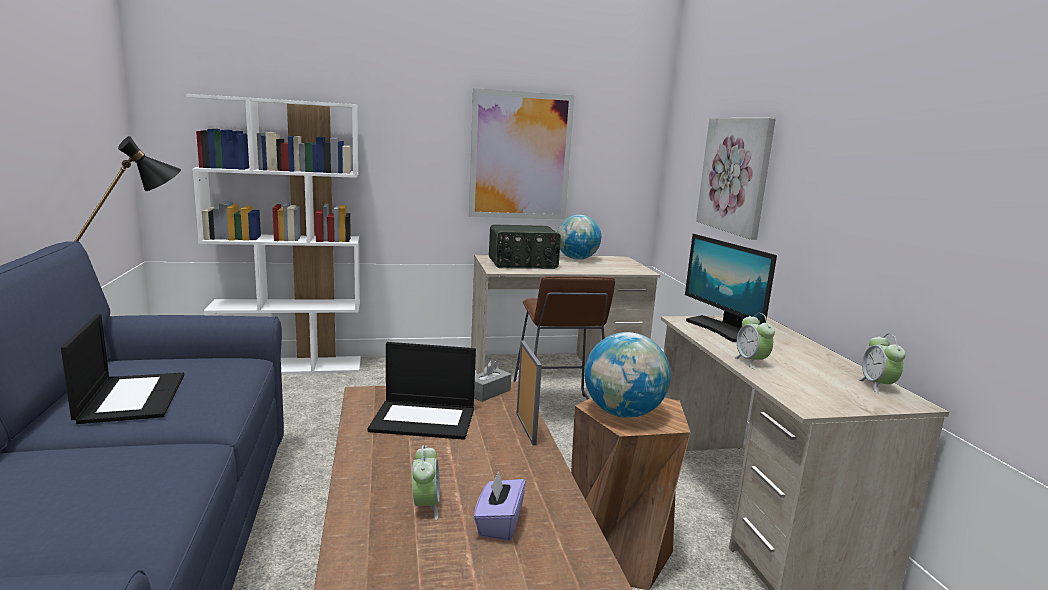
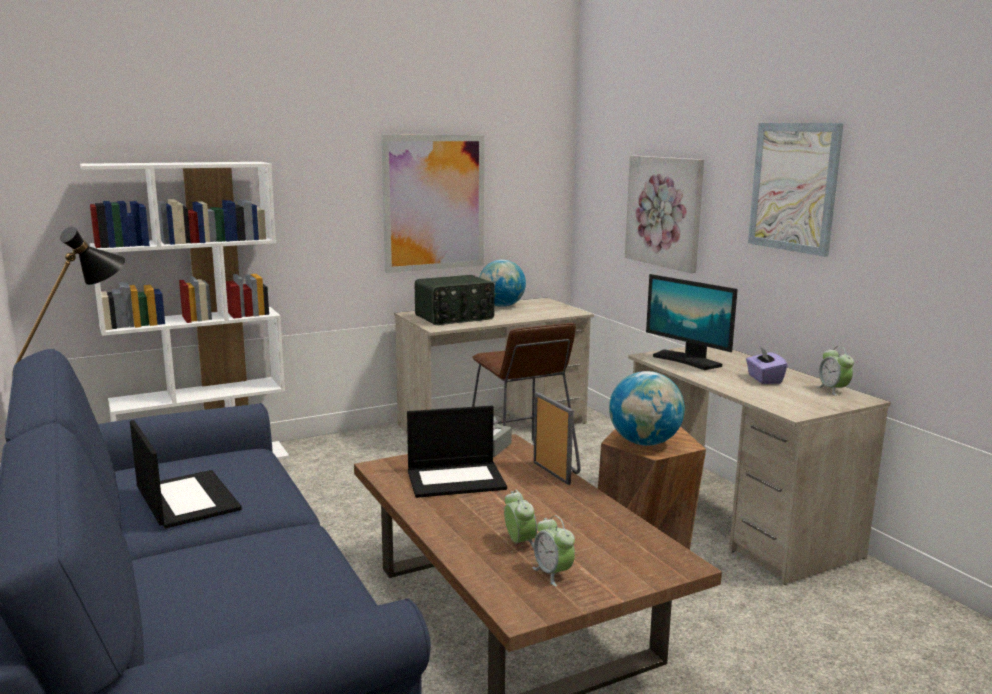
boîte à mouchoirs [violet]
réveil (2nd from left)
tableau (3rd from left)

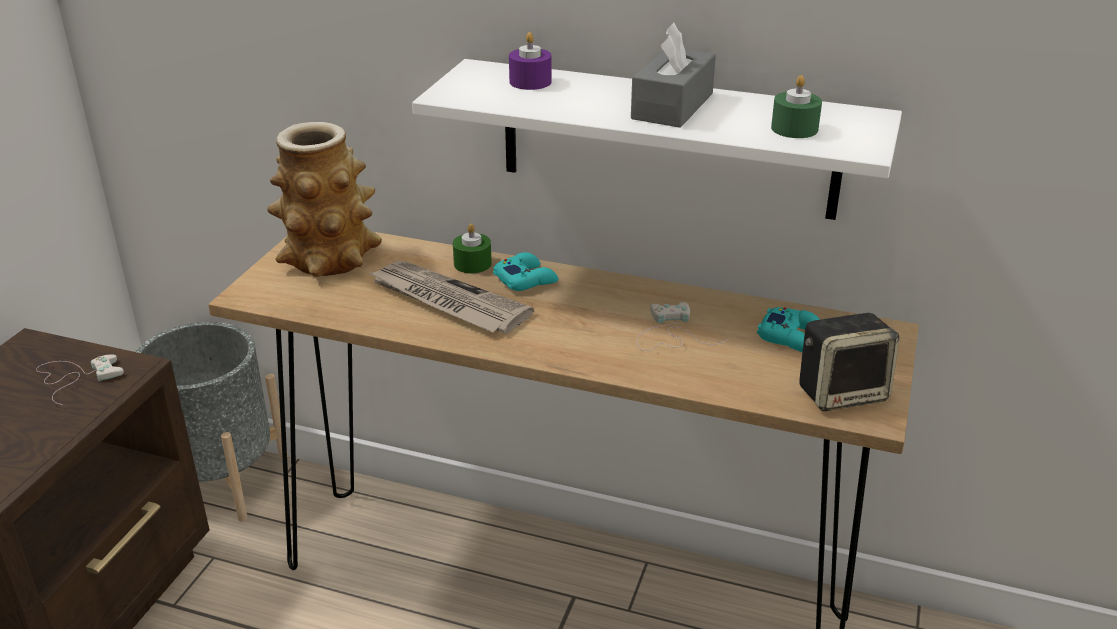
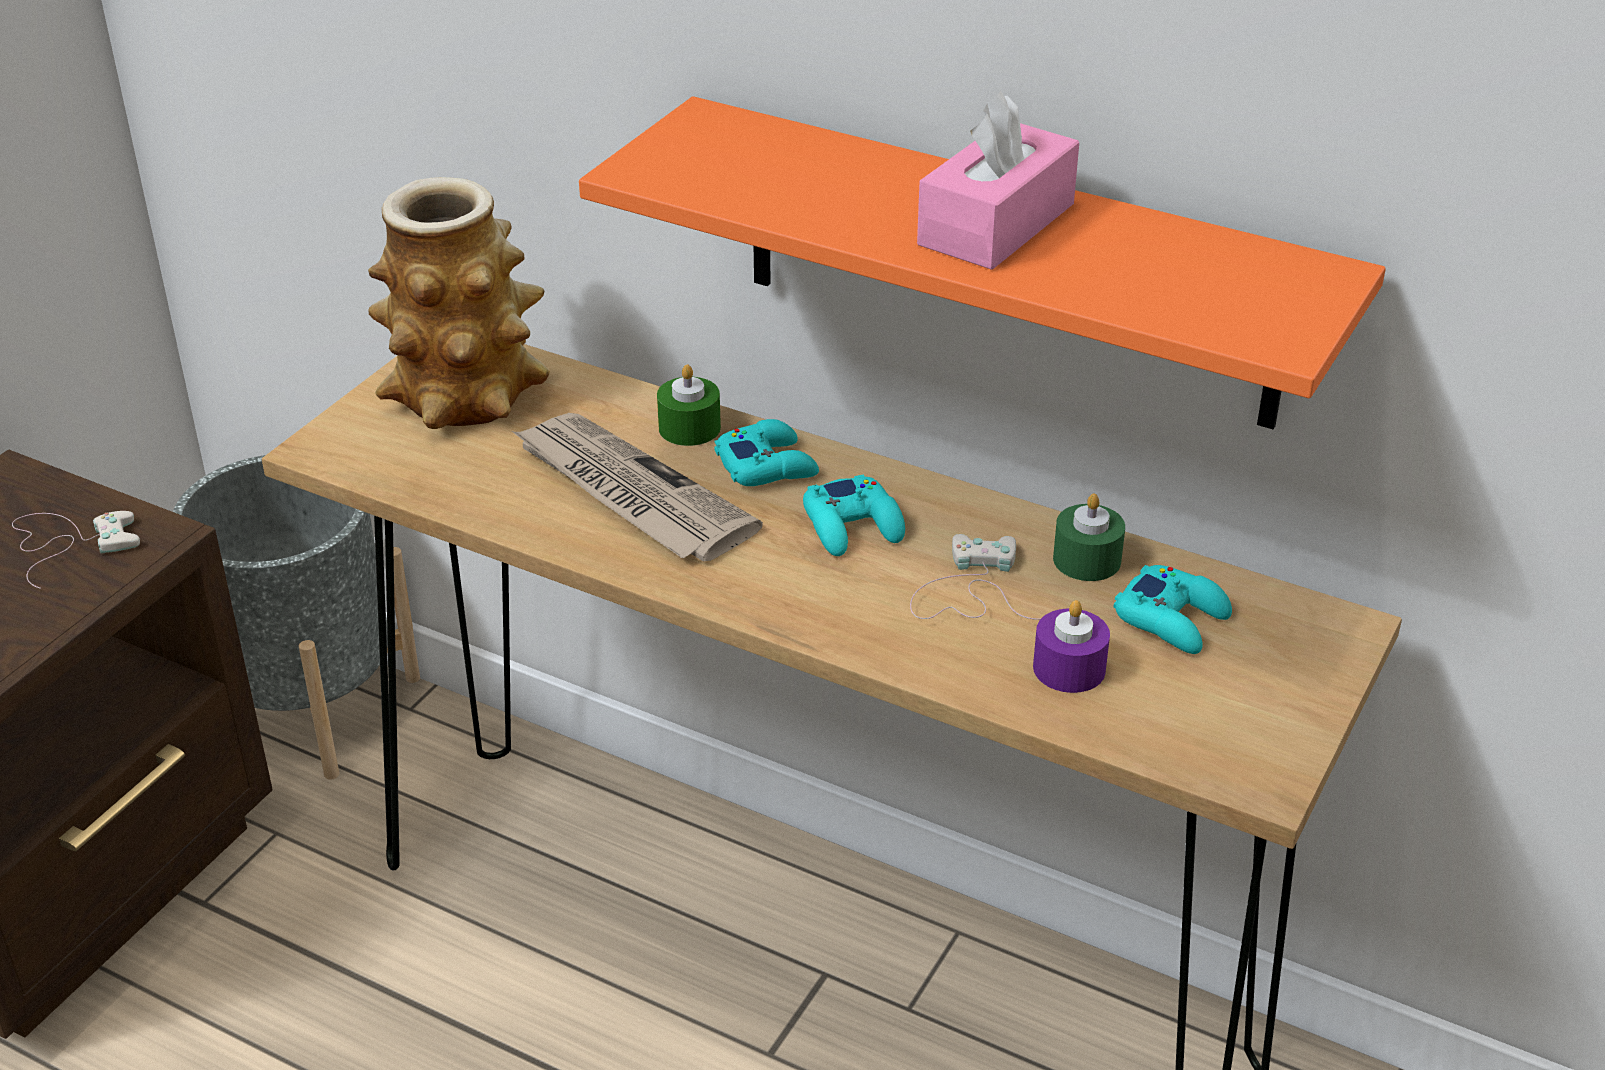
étagère [orange]
bougie [violet]
boîte à mouchoirs [rose]
bougie [vert] (2nd from left)
enceinte
manette [turquoise] (2nd from left)

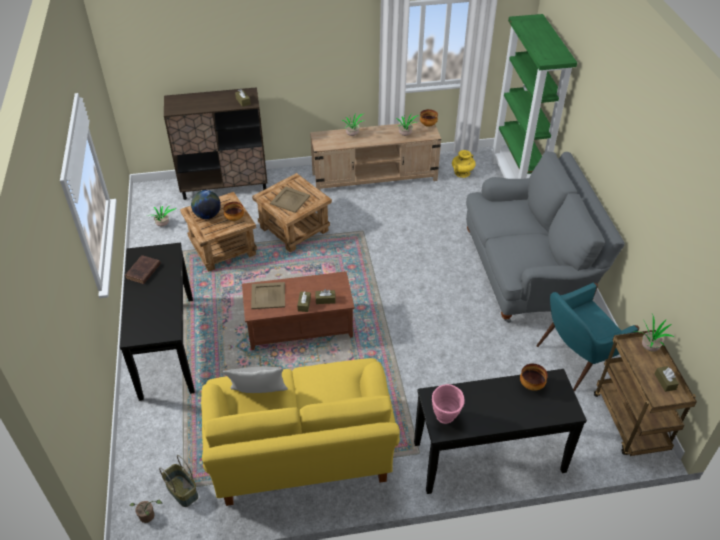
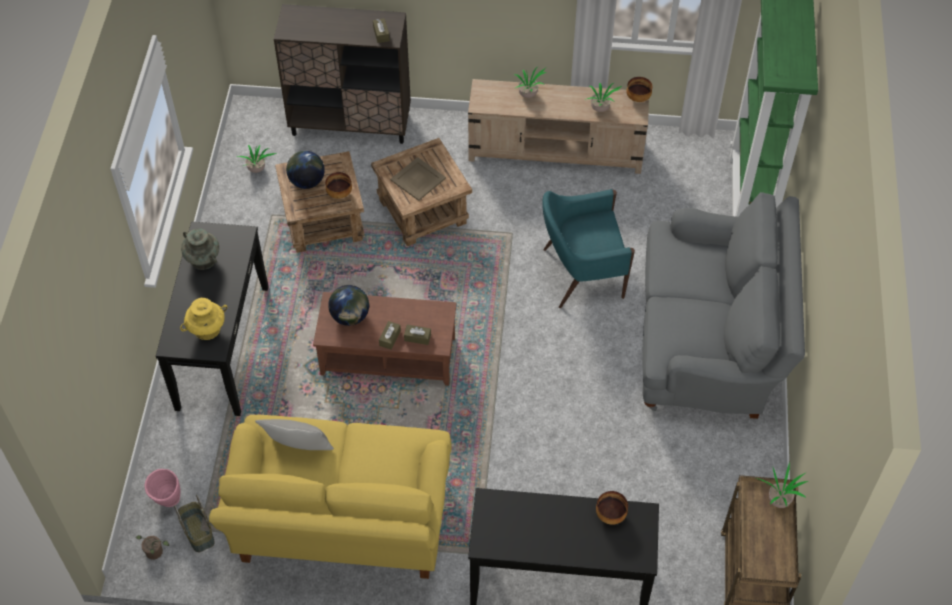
vase [turquoise]
globe (2nd from left)
vase [rose]
vase [jaune]
fauteuil [turquoise]
boîte à mouchoirs [marron] (4th from left in the first image)

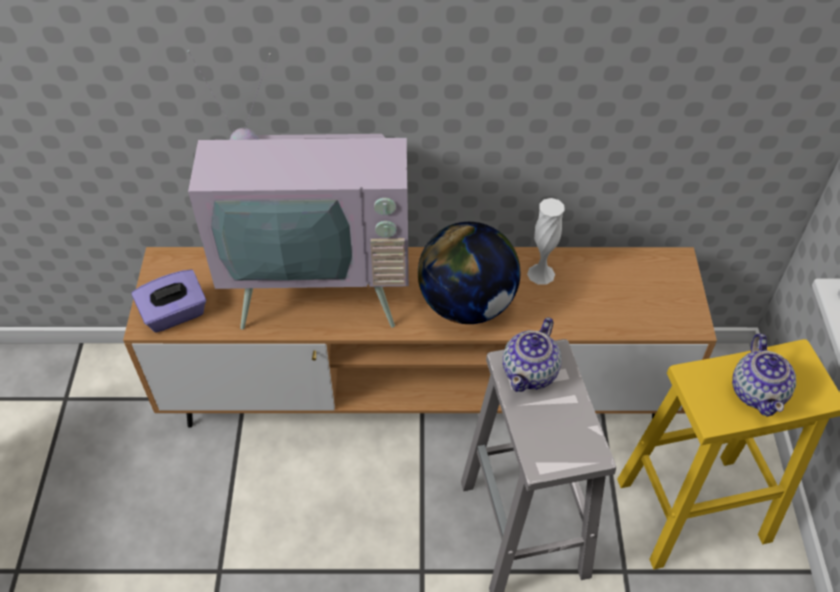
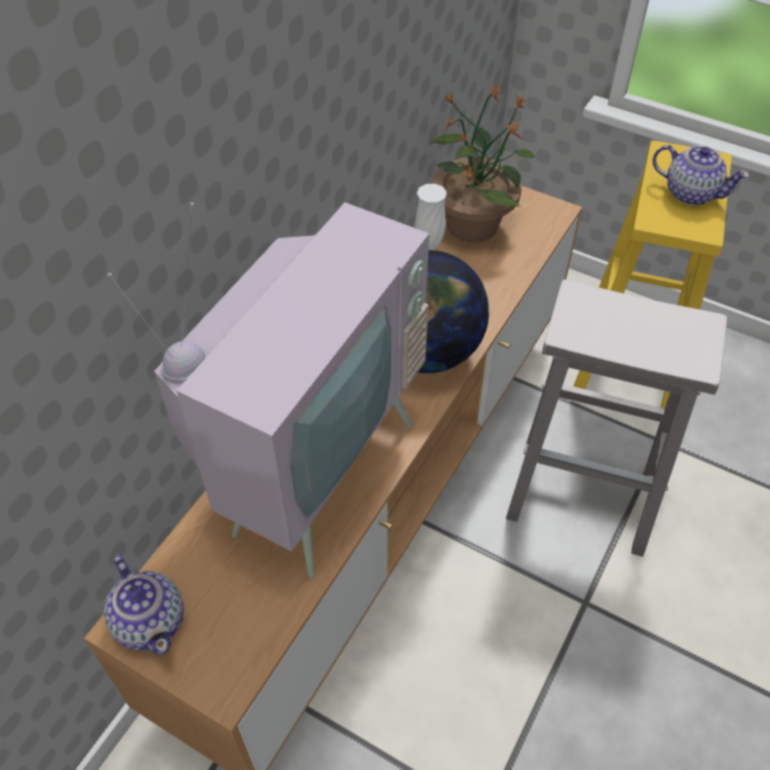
boîte à mouchoirs [violet]
théière (1st from left)
plante en pot

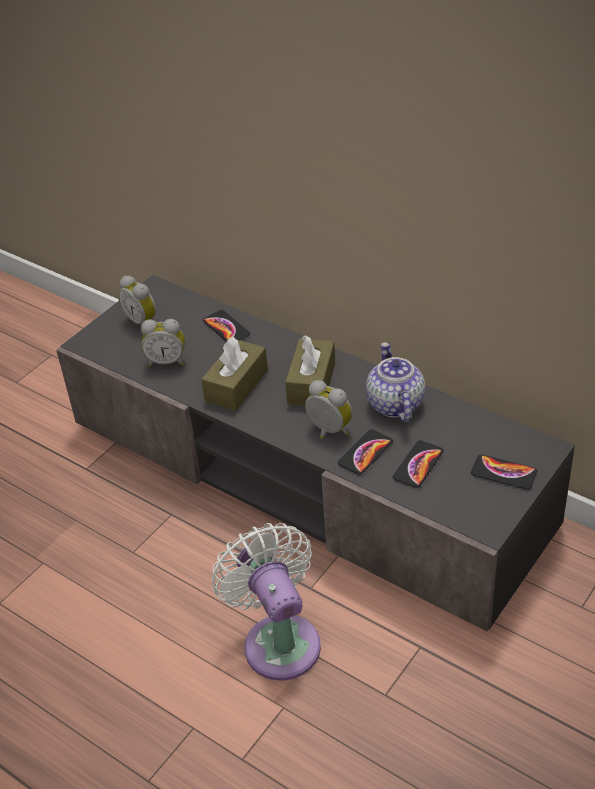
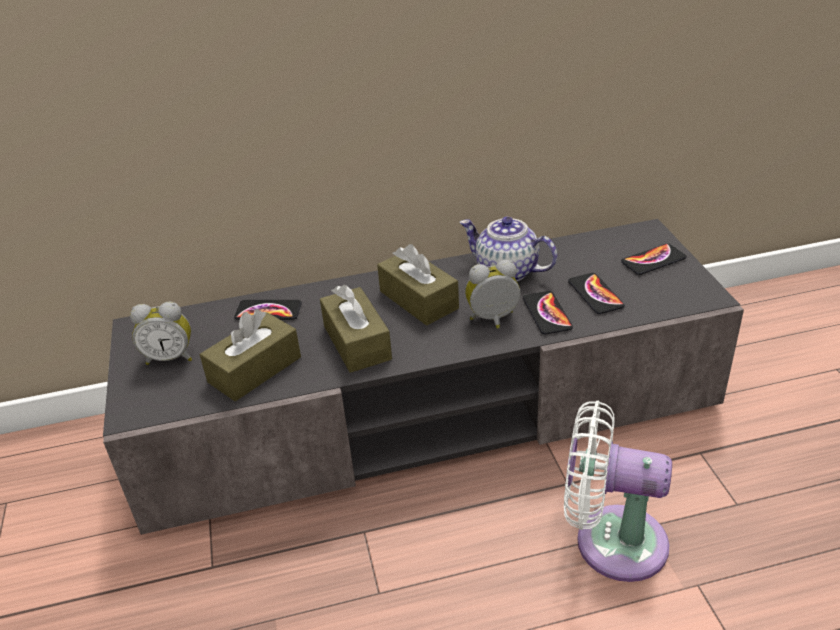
boîte à mouchoirs [marron] (1st from left)

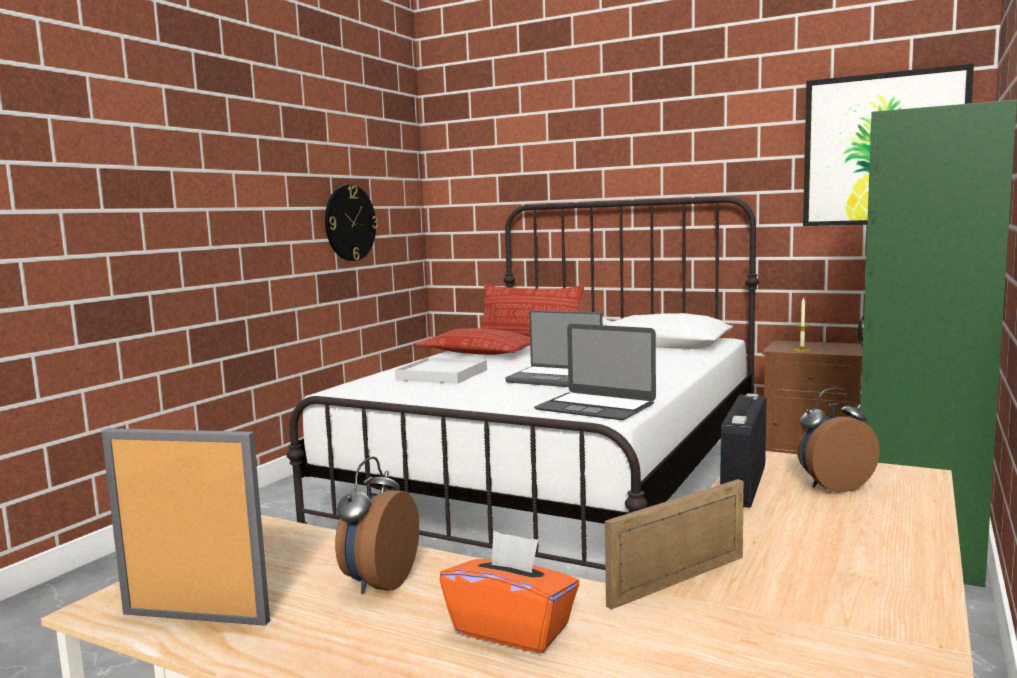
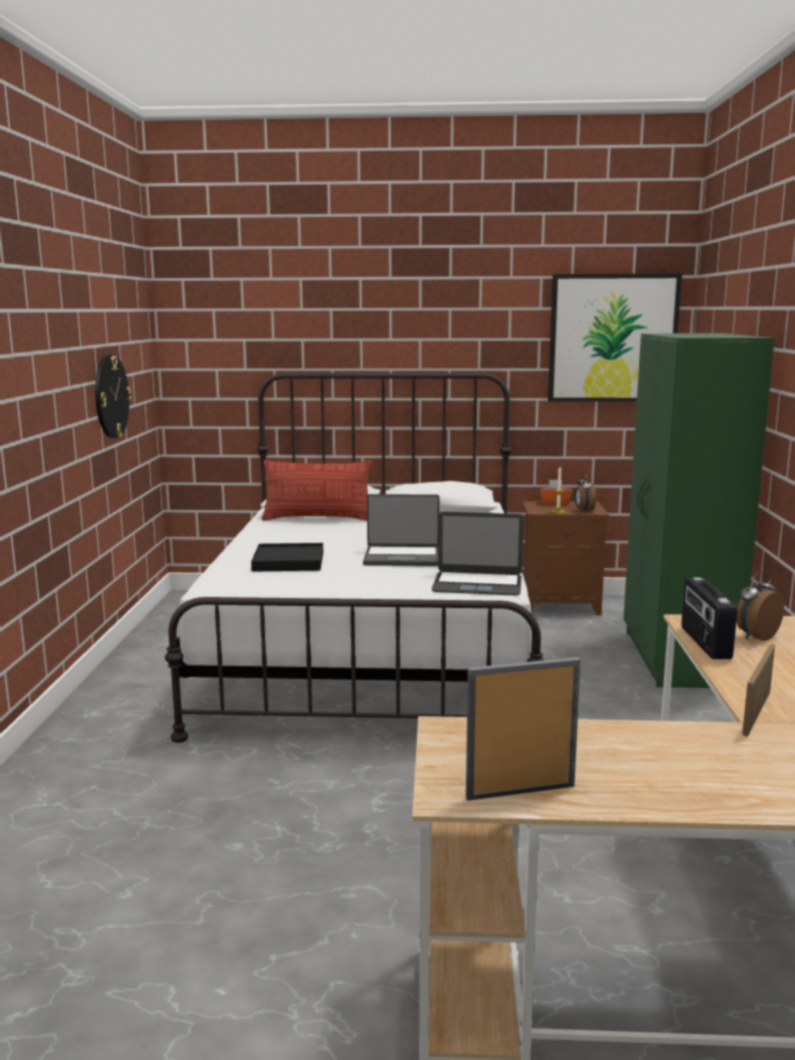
réveil (1st from left)
plateau [noir]
coussin (1st from left in the first image)
boîte à mouchoirs [orange]

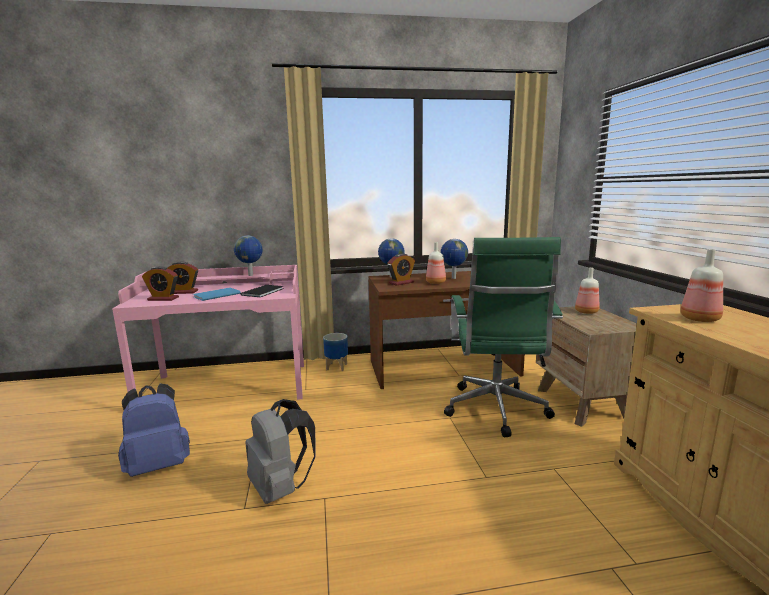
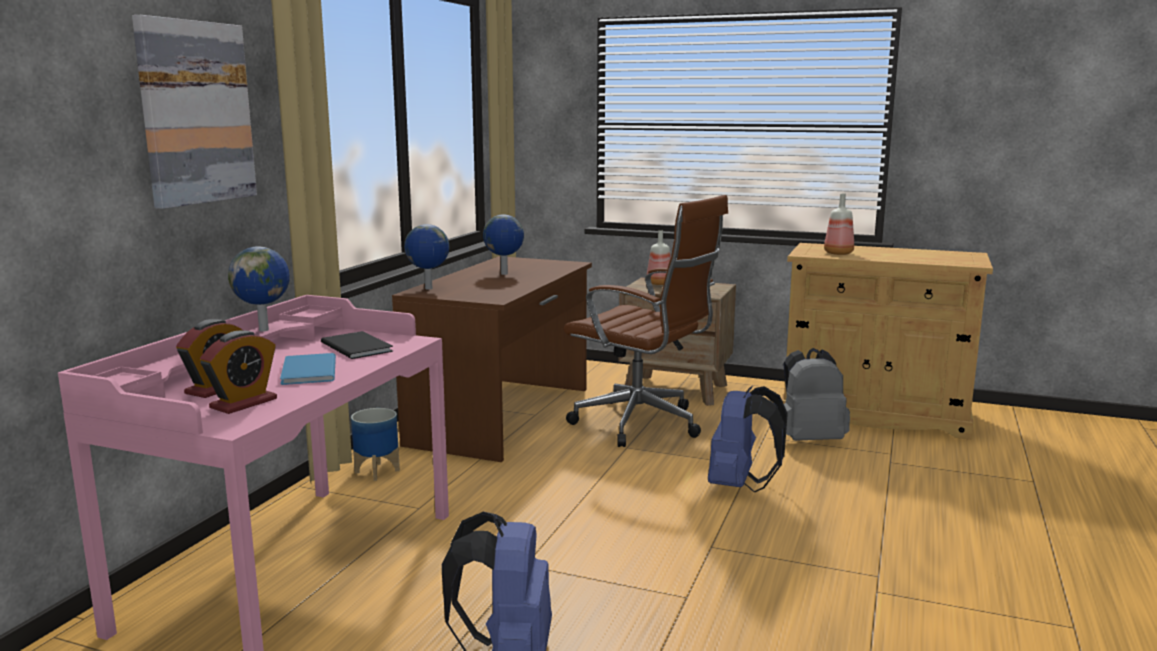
sac à dos [gris]
réveil (3rd from left in the first image)
bouteille (1st from left in the first image)
chaise de bureau [marron]
tableau
sac à dos [bleu] (2nd from left)

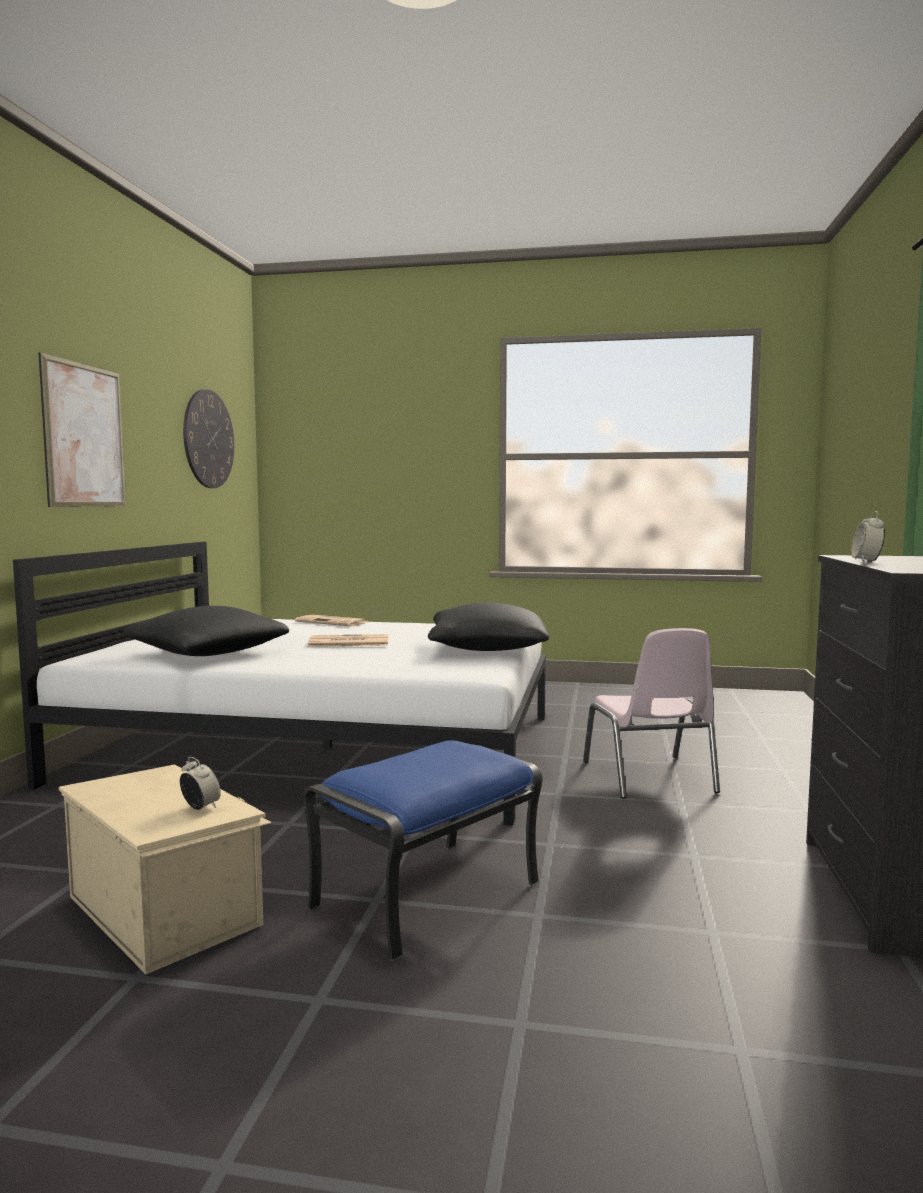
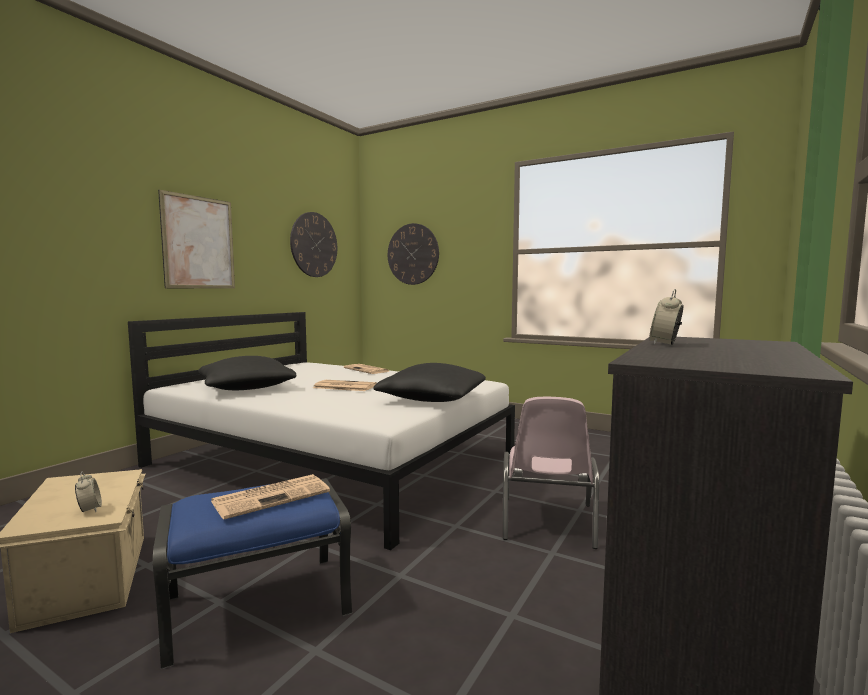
journal (1st from left)
horloge murale (2nd from left)

